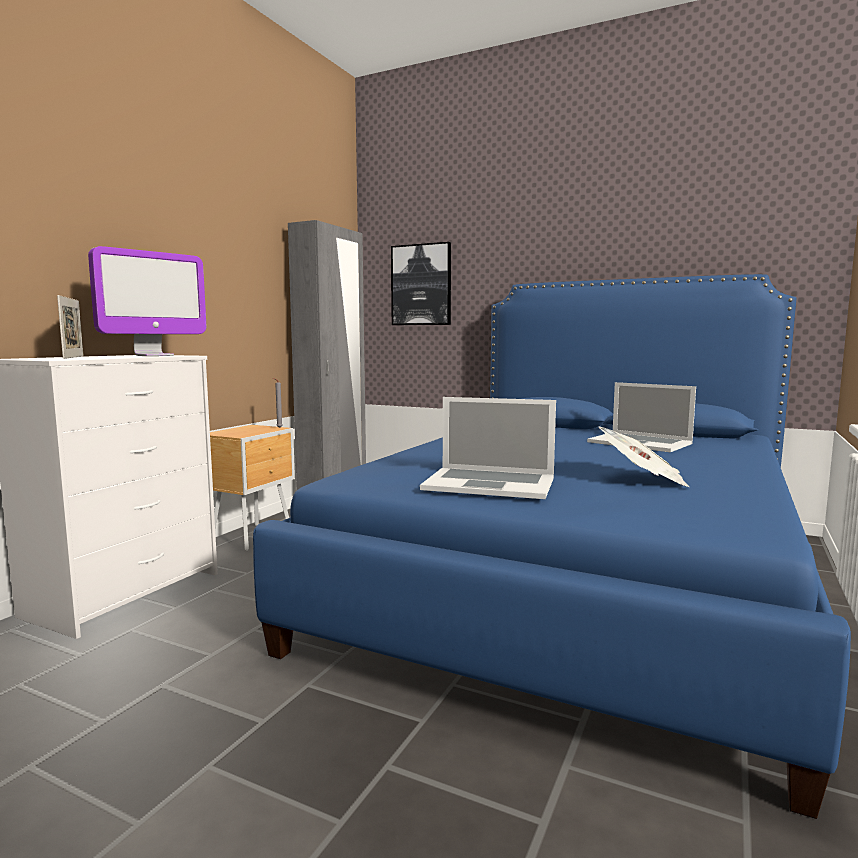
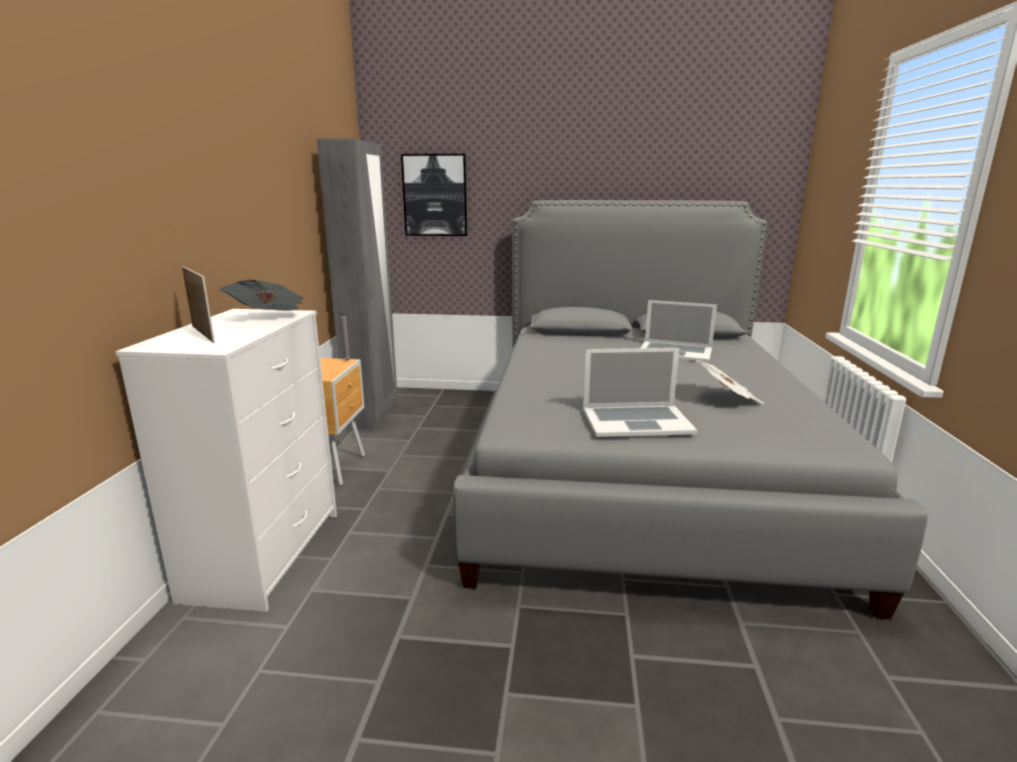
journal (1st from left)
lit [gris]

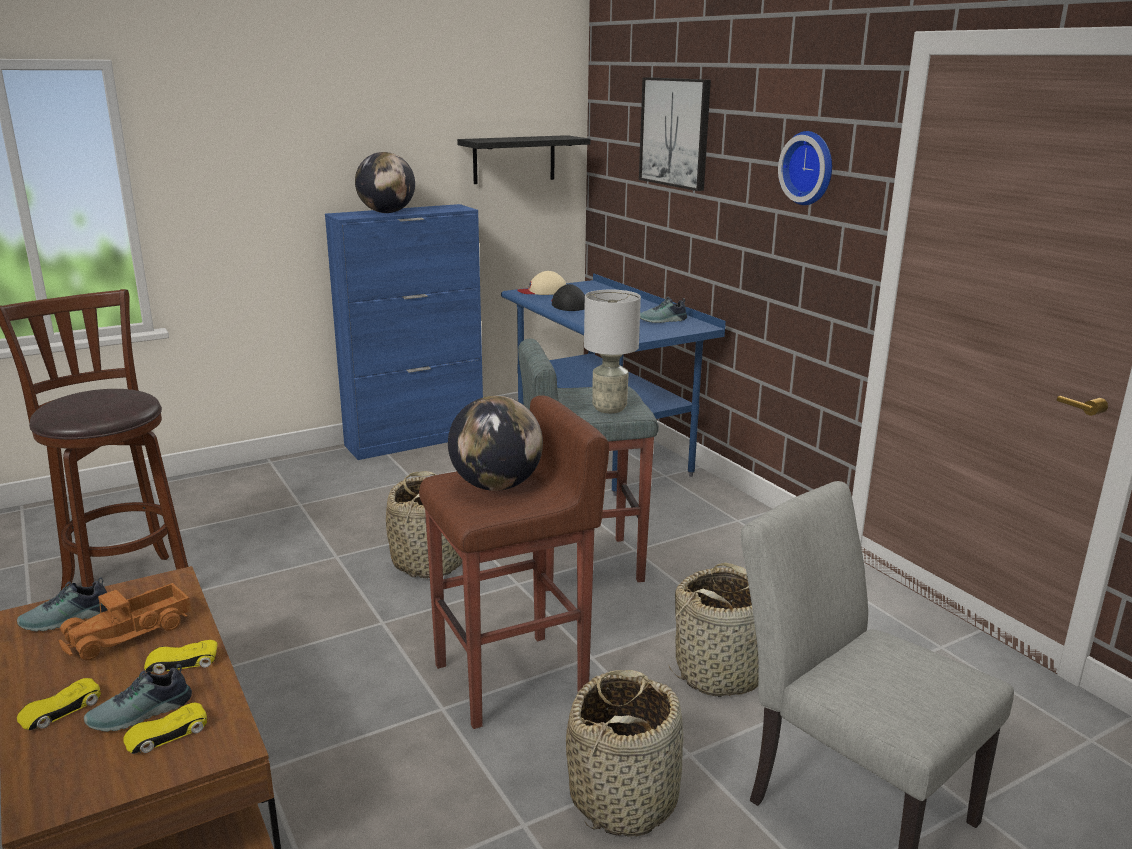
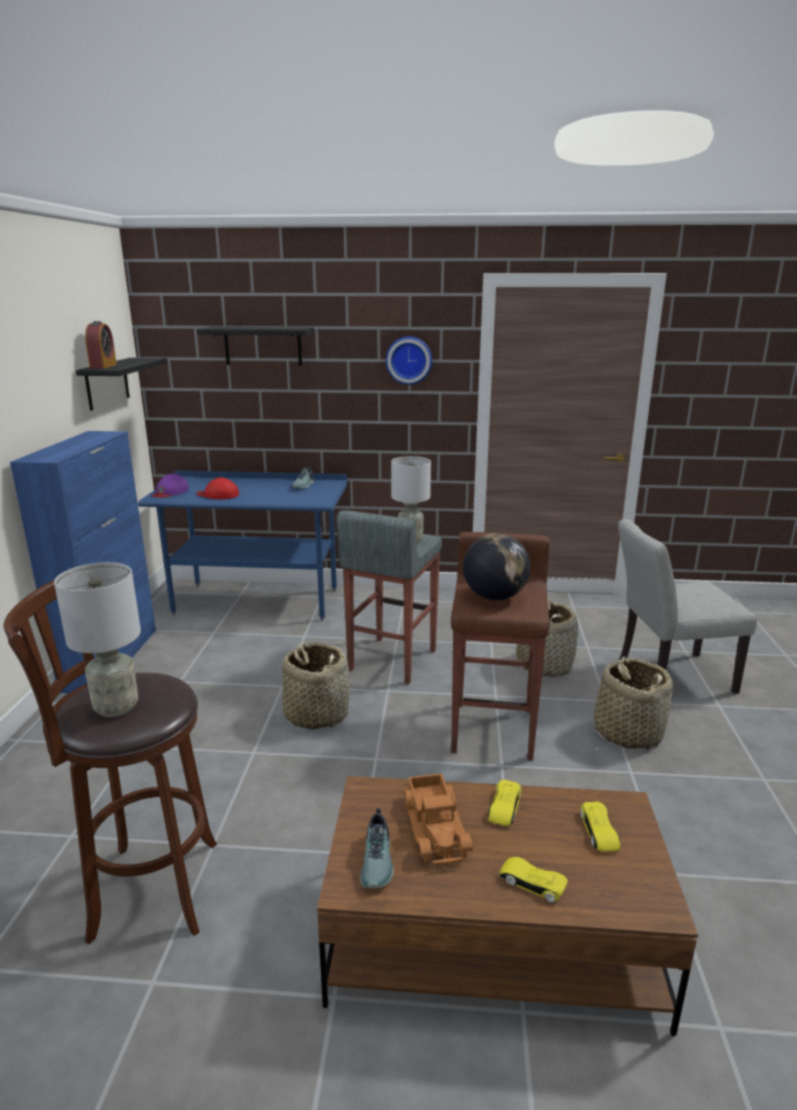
petite voiture [jaune] (2nd from left)
chaussure (2nd from left in the first image)
globe (1st from left in the first image)
casquette [violet]
casquette [rouge]
étagère [noir] (2nd from left)
lampe de table [gris] (1st from left)
réveil

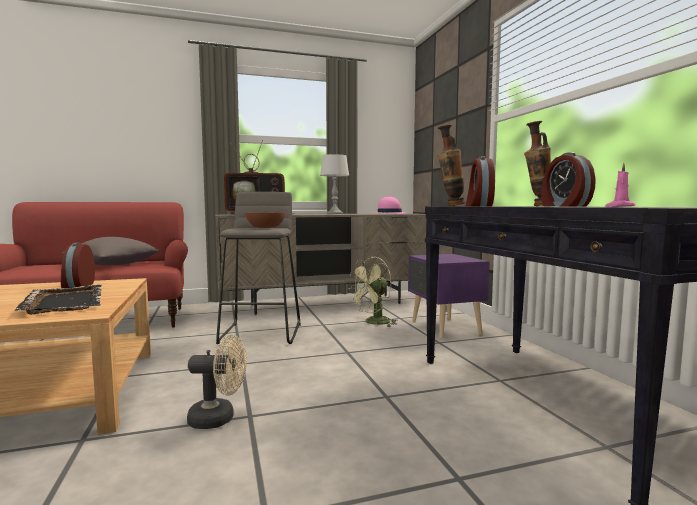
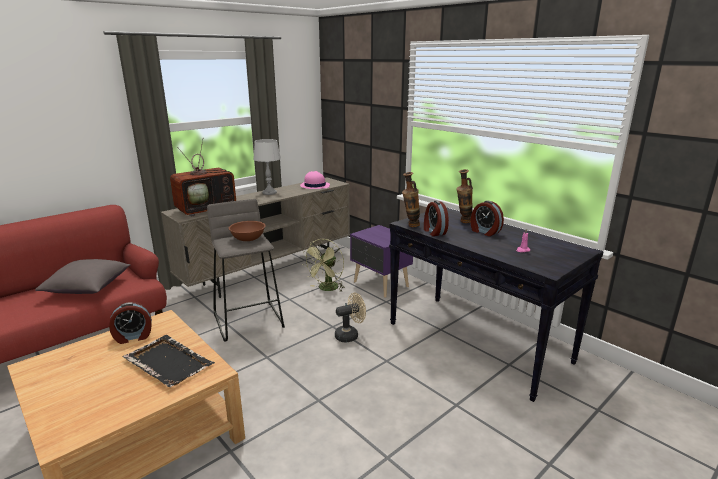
réveil (1st from left)
ventilateur [beige]

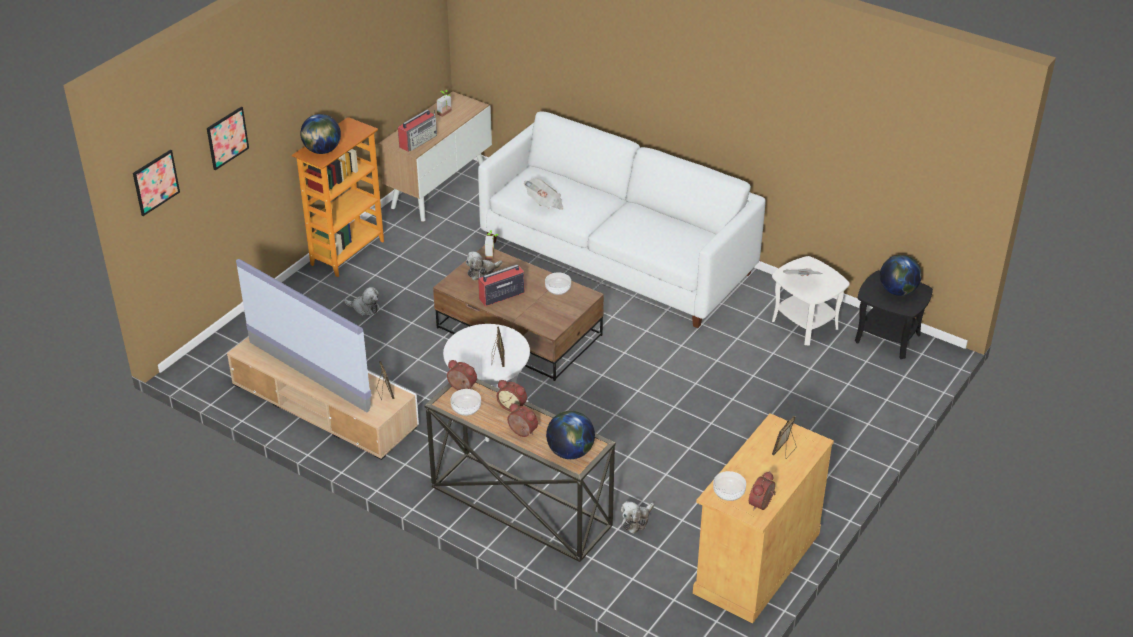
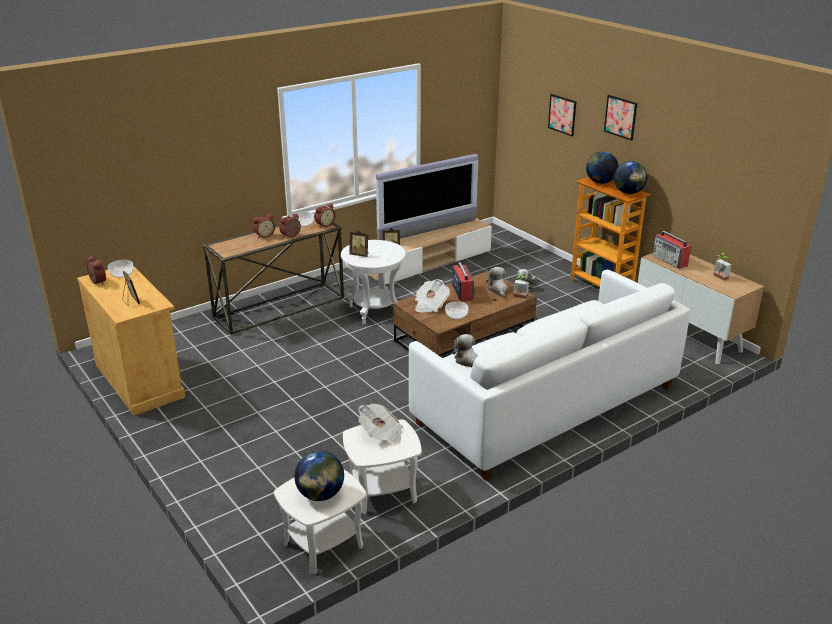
tableau (2nd from left)
journal (2nd from left)
globe (3rd from left)
peluche (1st from left)
table d'appoint [blanc] (1st from left)

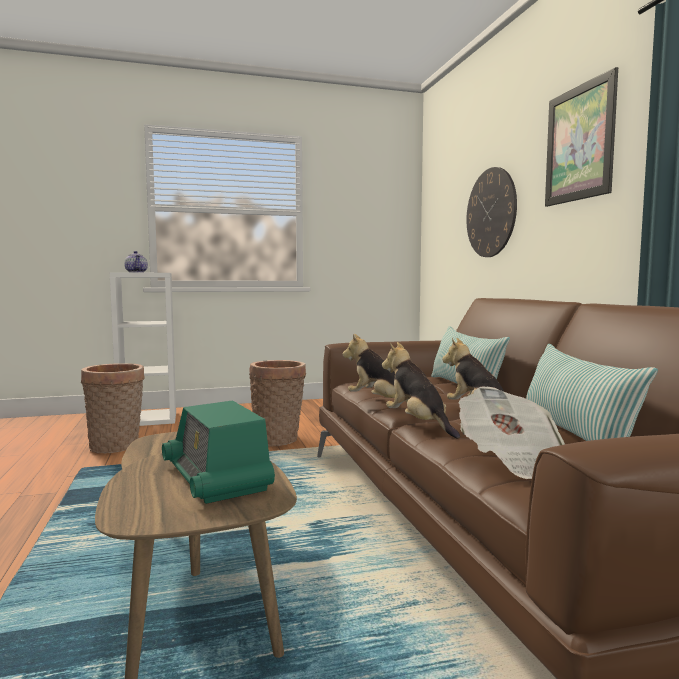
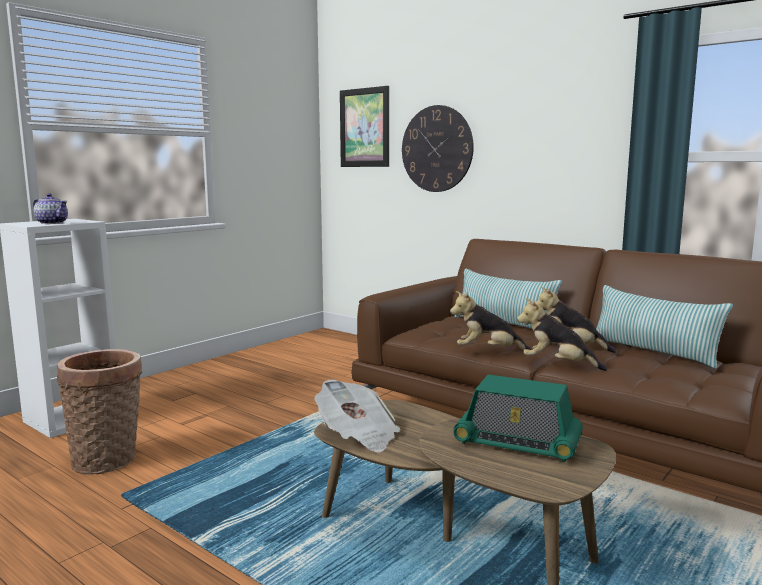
panier (2nd from left in the first image)
journal
tableau

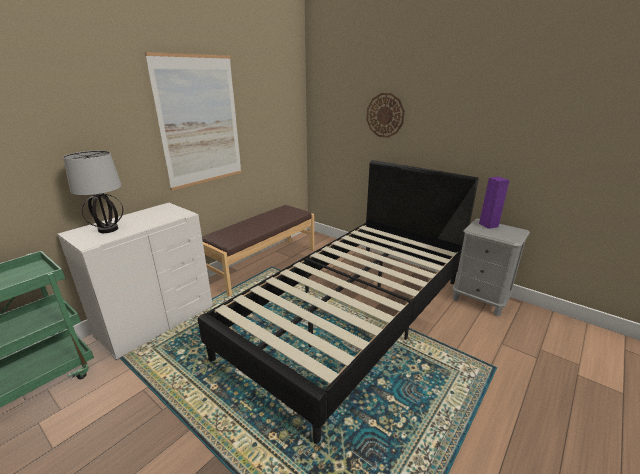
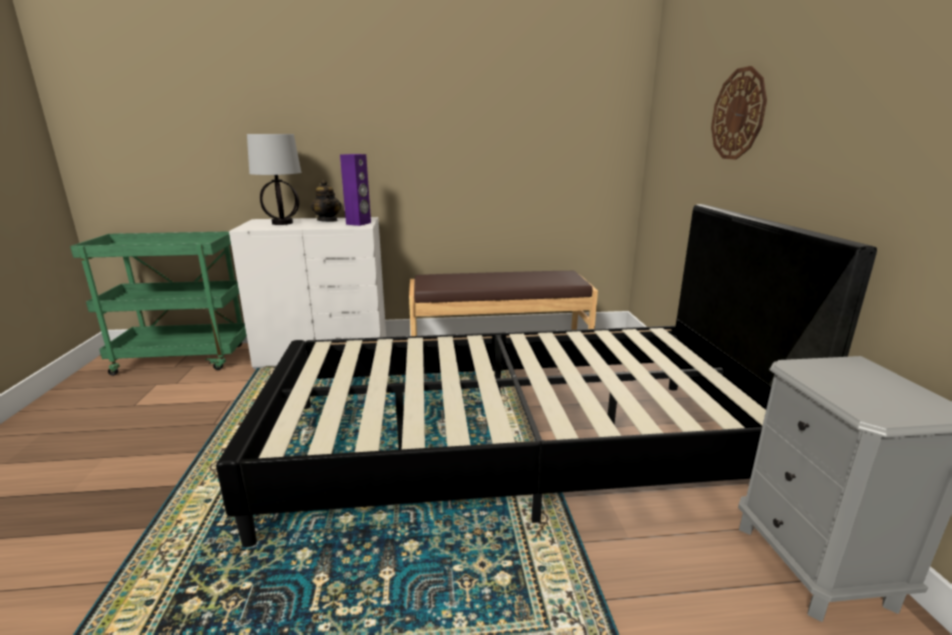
tableau
enceinte [violet]
théière

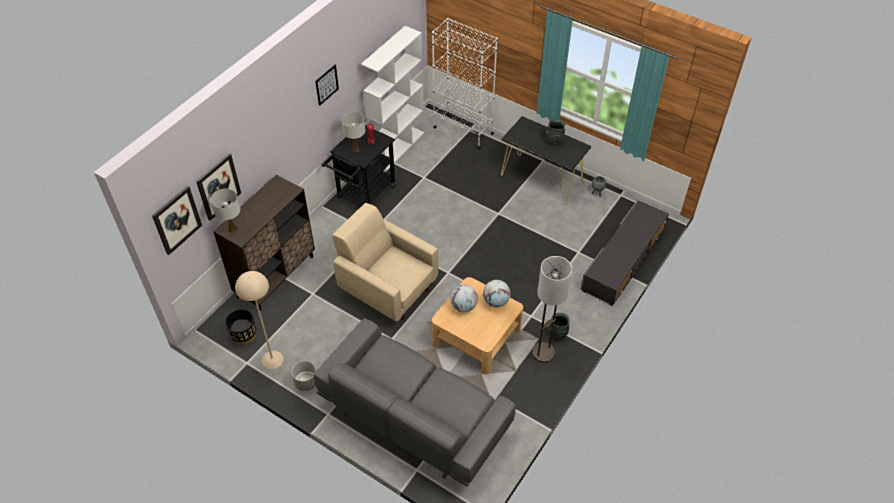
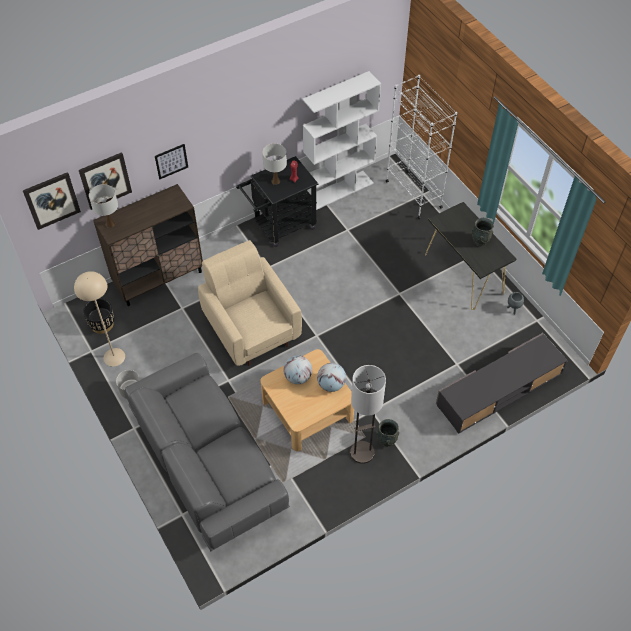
tableau (3rd from left)

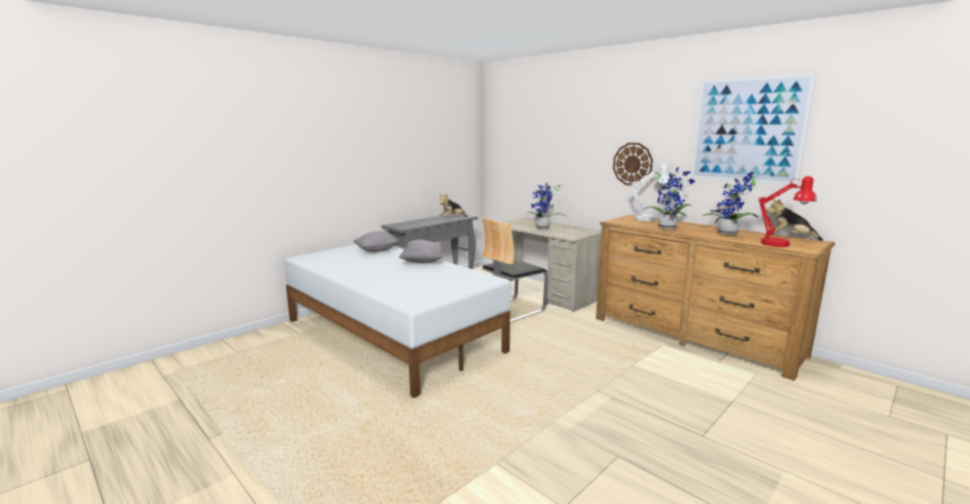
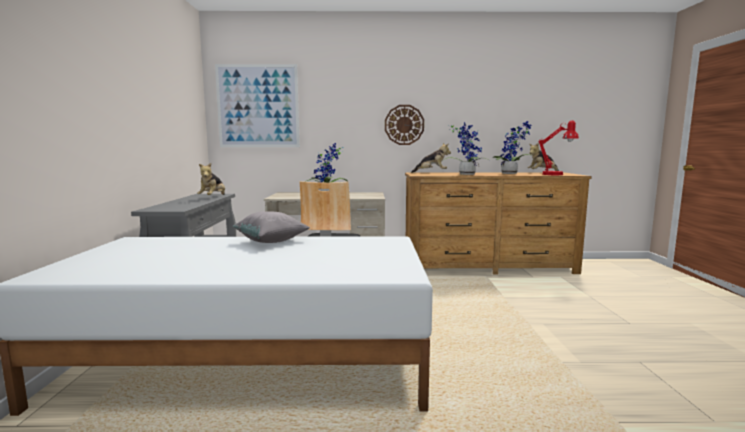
coussin [gris] (1st from left in the first image)
peluche (2nd from left)
tableau

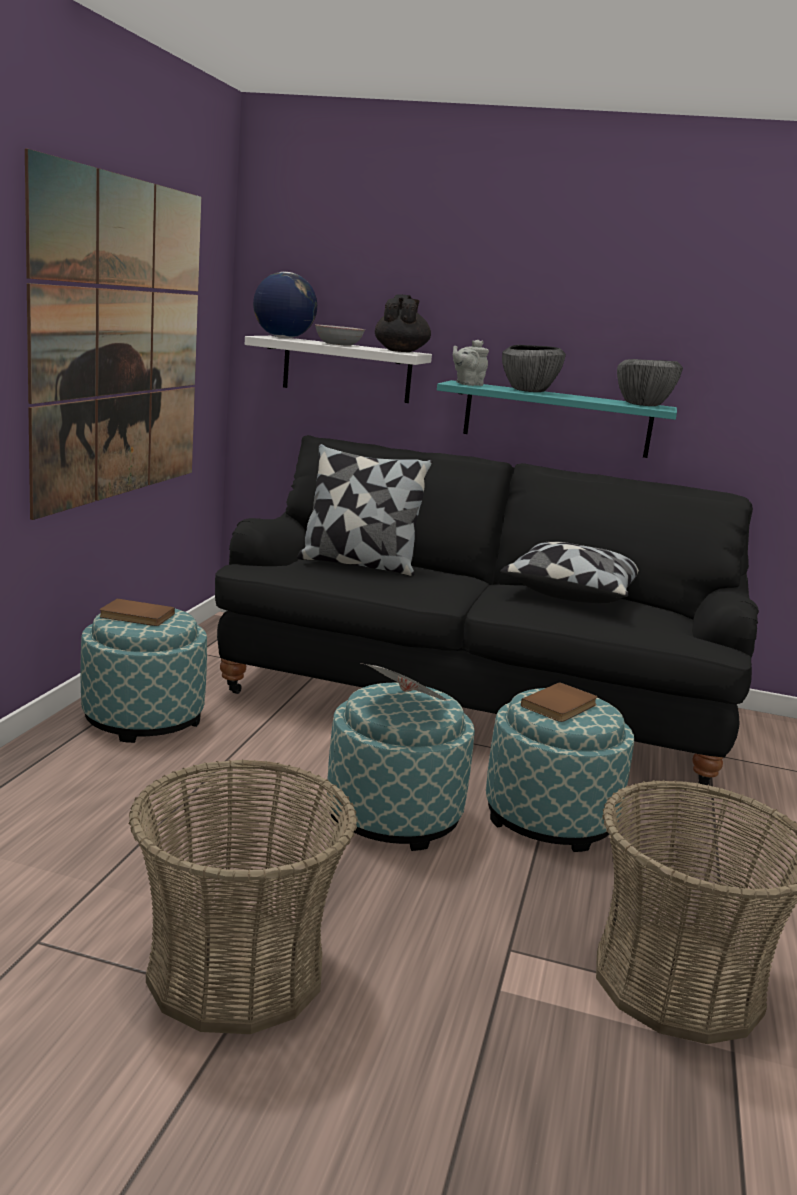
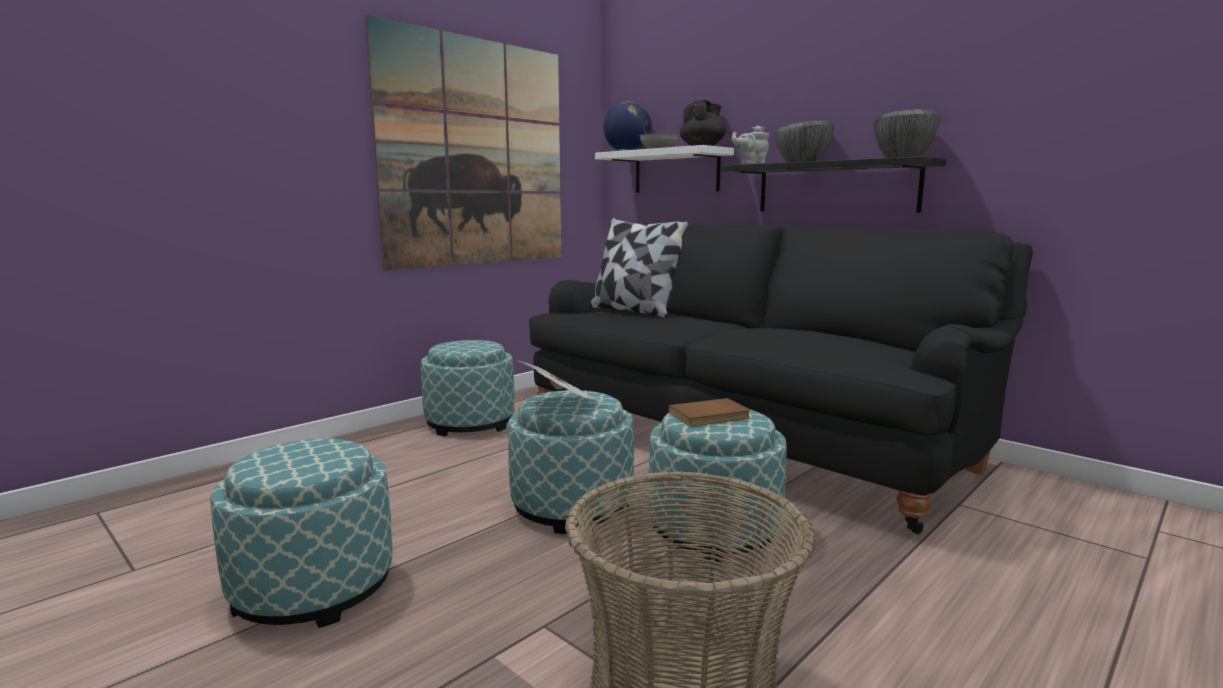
livre [marron] (1st from left in the first image)
pouf (1st from left)
étagère [noir]
coussin (2nd from left in the first image)

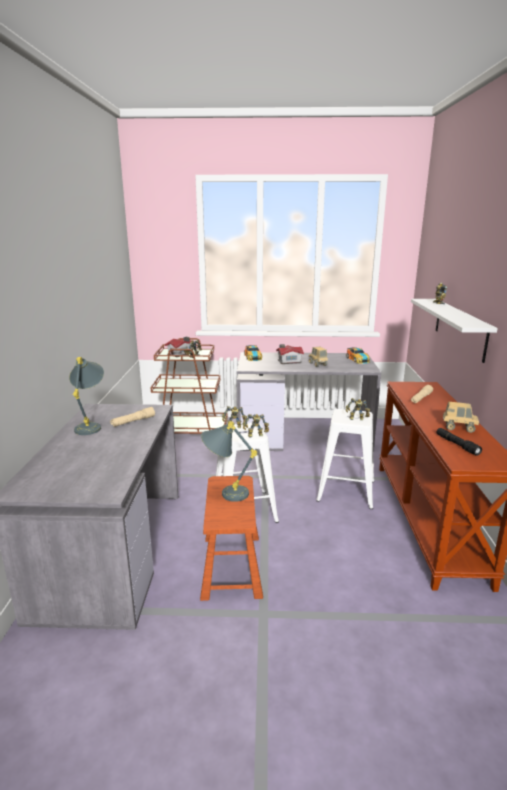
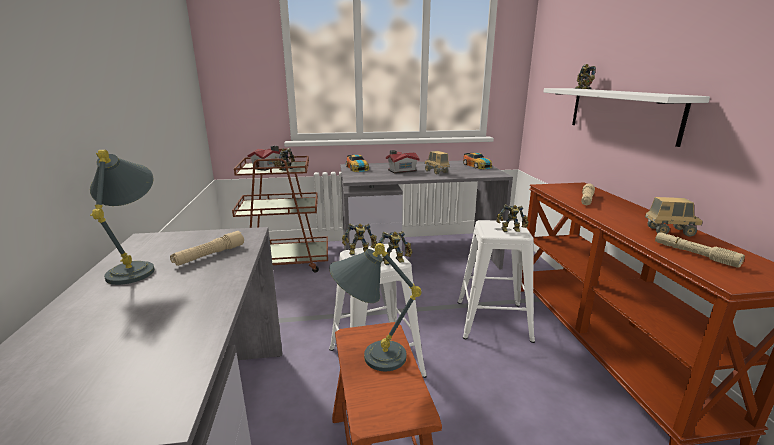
lampe de poche [beige] (3rd from left)

